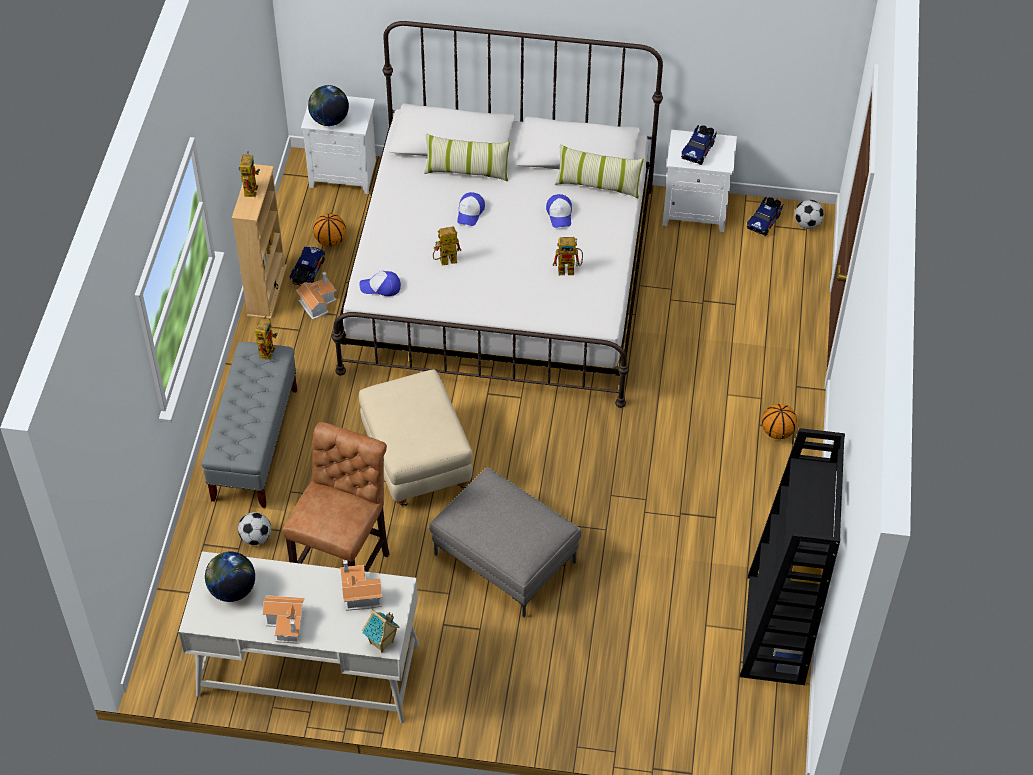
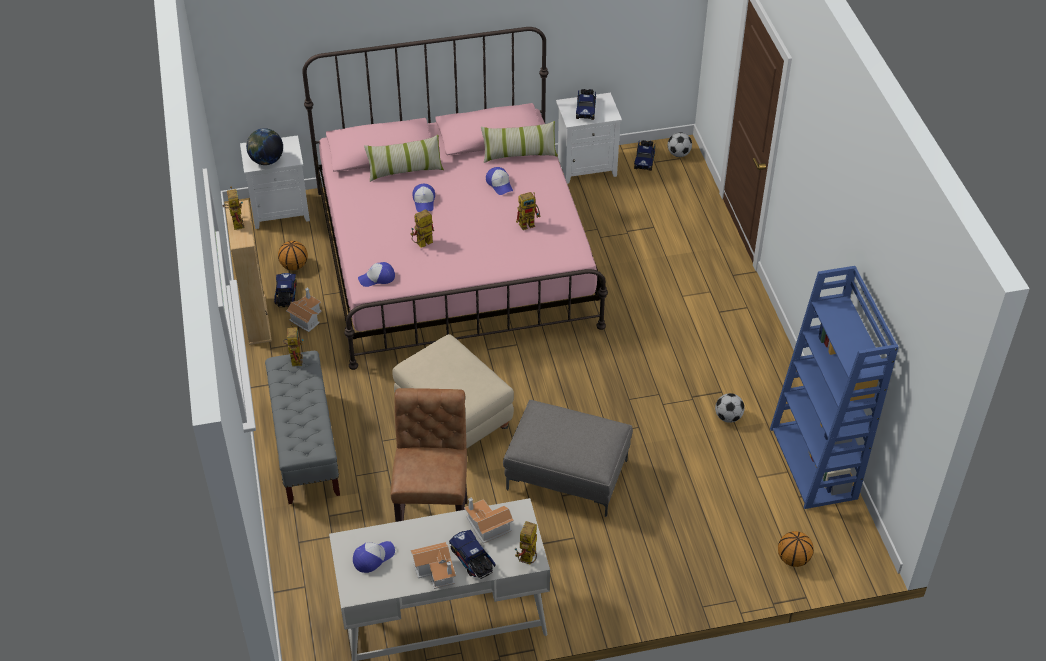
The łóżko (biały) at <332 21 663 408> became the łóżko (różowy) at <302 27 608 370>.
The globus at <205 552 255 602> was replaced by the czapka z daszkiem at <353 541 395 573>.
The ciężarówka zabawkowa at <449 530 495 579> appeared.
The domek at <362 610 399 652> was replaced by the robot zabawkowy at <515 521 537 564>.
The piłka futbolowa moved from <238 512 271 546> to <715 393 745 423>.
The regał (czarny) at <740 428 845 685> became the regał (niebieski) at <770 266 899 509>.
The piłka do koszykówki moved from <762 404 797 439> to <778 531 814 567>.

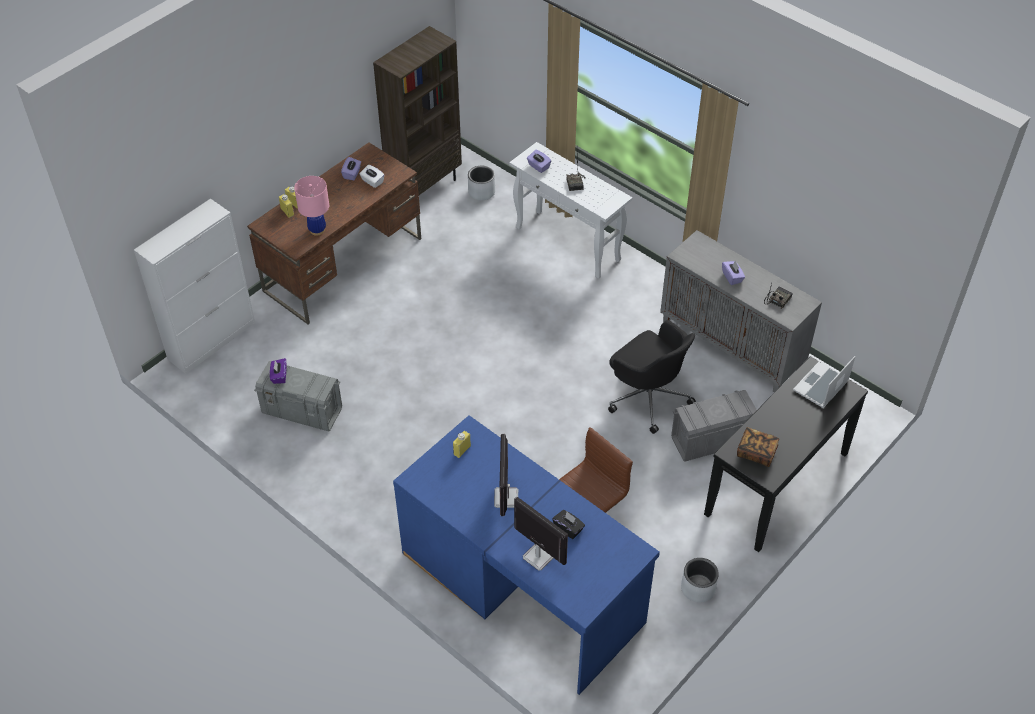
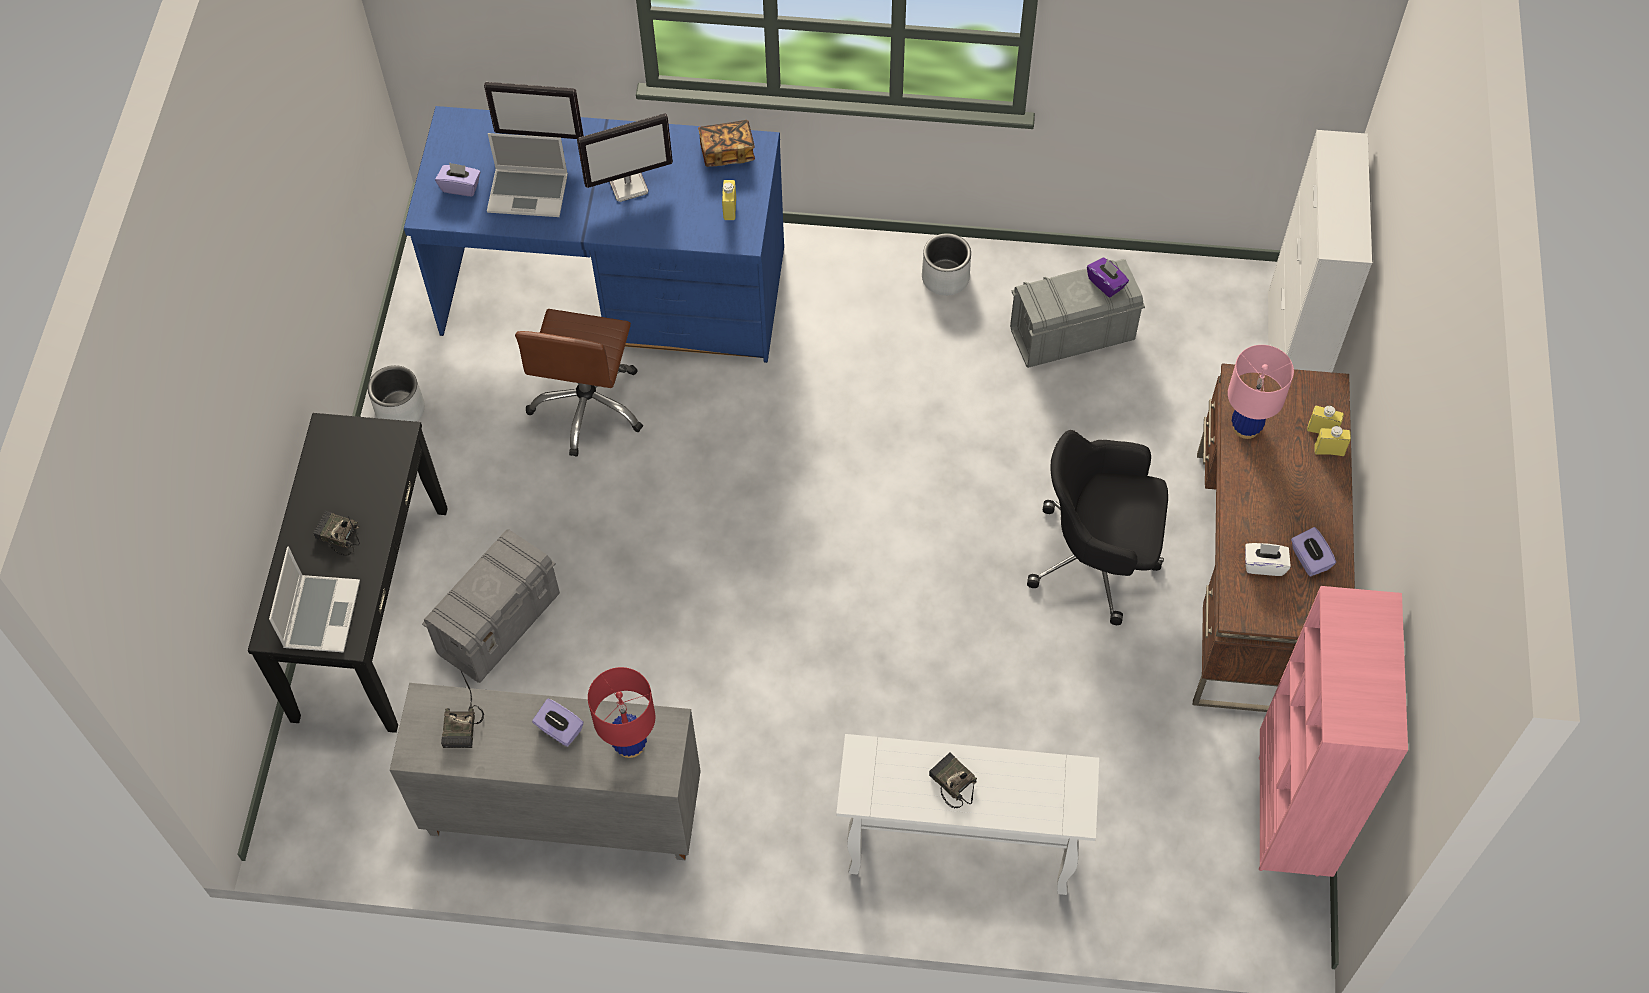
The radio at <313 511 360 556> appeared.
The pudełko chusteczek (fioletowy) moved from <527 150 551 173> to <435 162 480 196>.
The pudełko chusteczek (czarny) at <552 510 585 539> was replaced by the laptop at <487 133 568 217>.
The monitor at <494 434 518 516> turned 105 degrees clockwise.
The lampa stołowa (czerwony) at <588 667 655 758> appeared.
The książka moved from <737 427 779 467> to <698 120 755 167>.
The donica (szary) moved from <468 166 495 201> to <922 233 971 296>.
The krzesło biurowe (czarny) moved from <608 320 696 434> to <1027 430 1168 625>.
The regał (brązowy) at <373 26 462 195> became the regał (różowy) at <1259 586 1408 877>.

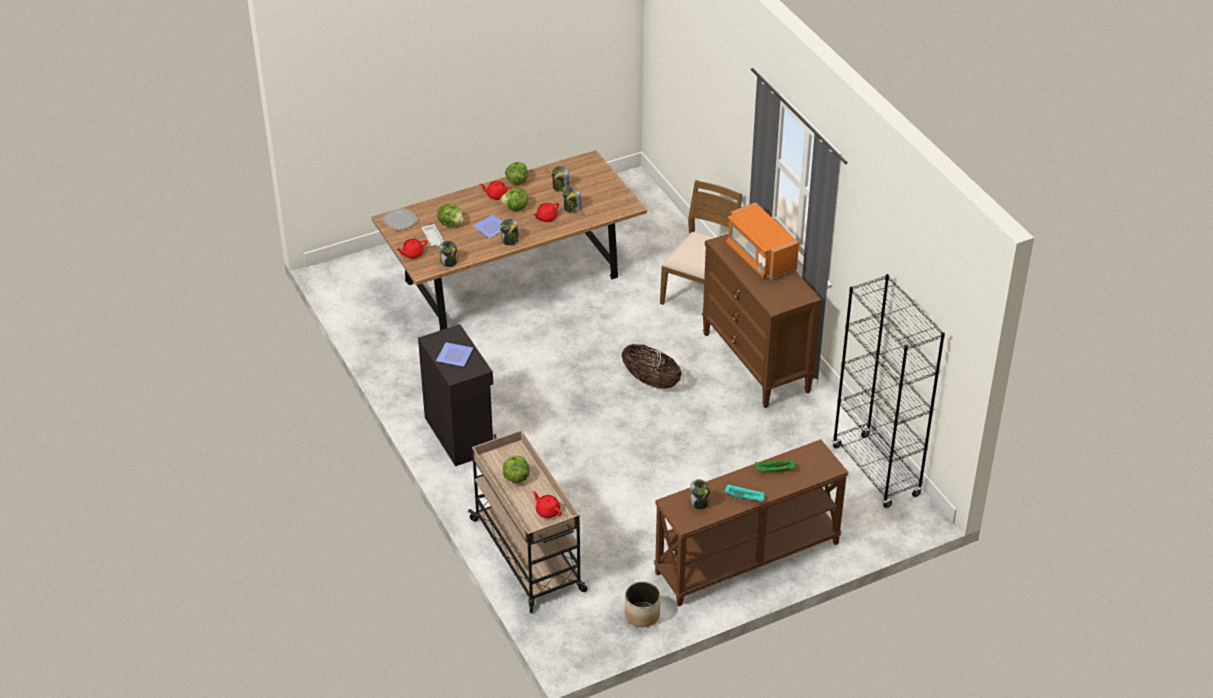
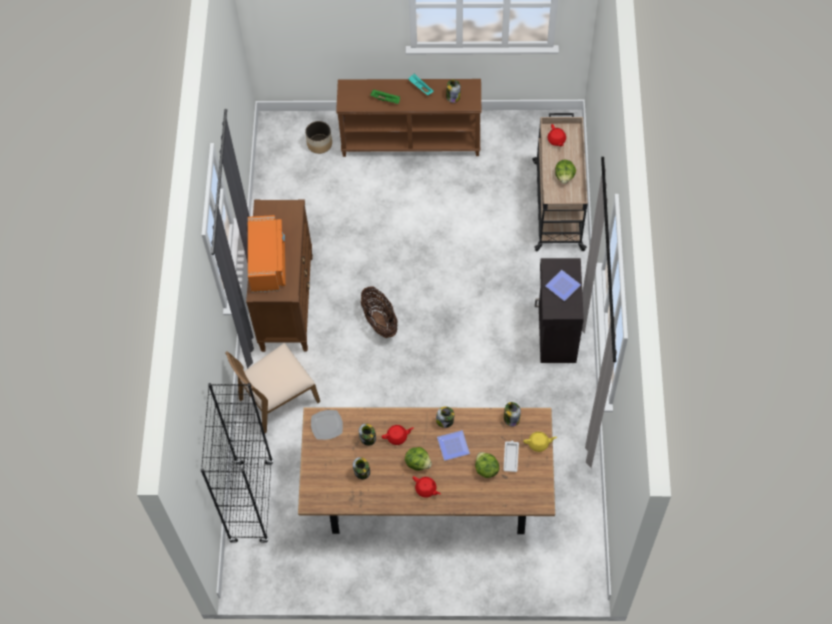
The regał (czarny) moved from <832 274 945 508> to <201 383 274 543>.
The donica moved from <625 582 660 627> to <305 121 332 154>.
The talerz moved from <382 208 418 231> to <311 410 343 440>.
The imbryk (czerwony) at <396 239 427 259> became the imbryk (żółty) at <523 432 557 452>.
The sałata at <505 162 528 185> disappeared.

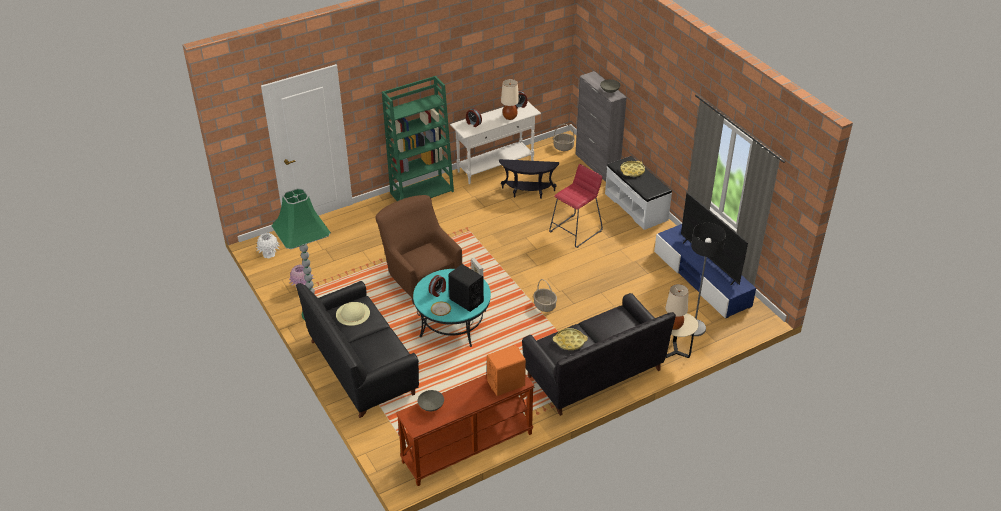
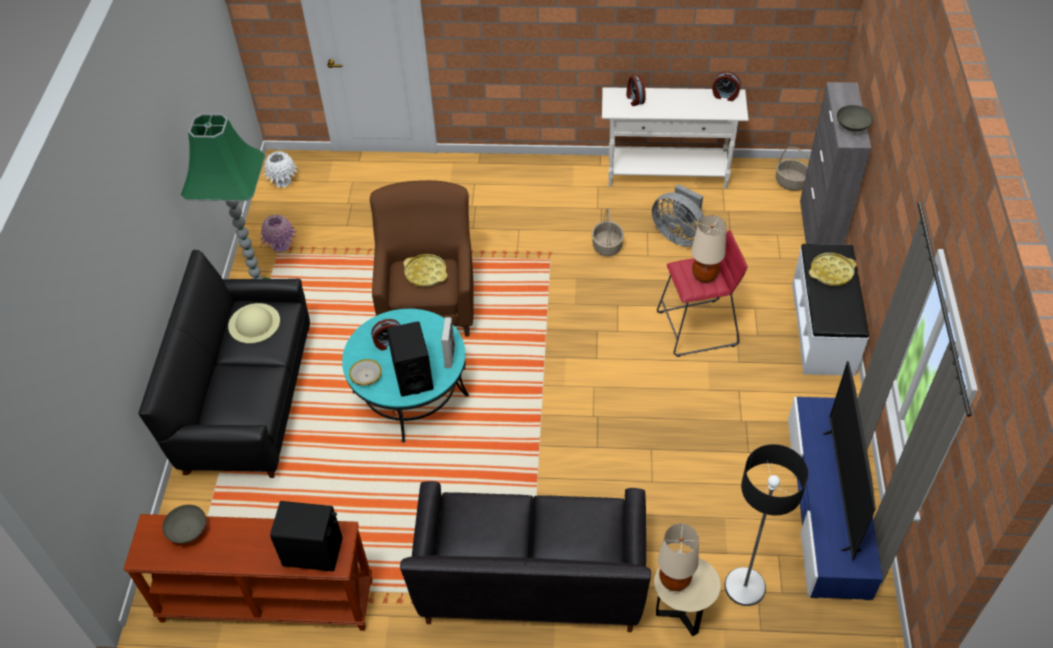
The głośnik (pomarańczowy) at <487 345 526 396> became the głośnik (czarny) at <270 501 342 572>.
The taca (żółty) moved from <553 328 588 350> to <403 254 448 287>.
The koszyk moved from <533 279 557 312> to <592 208 624 257>.
The stolik (czarny) at <499 159 559 199> was replaced by the wentylator (szary) at <652 184 705 247>.
The lampa stołowa (beżowy) moved from <501 79 519 120> to <691 215 726 283>.
The regał (zielony) at <382 76 454 201> disappeared.

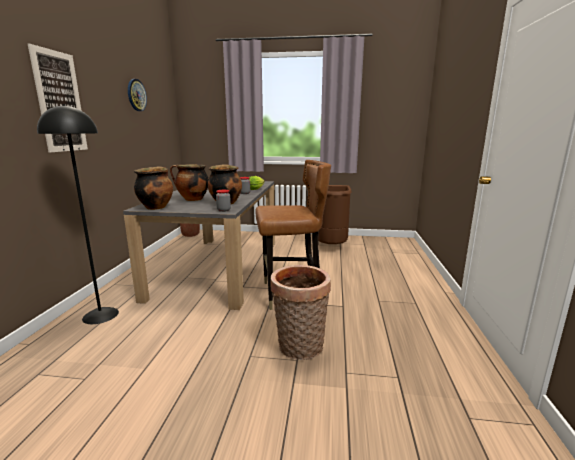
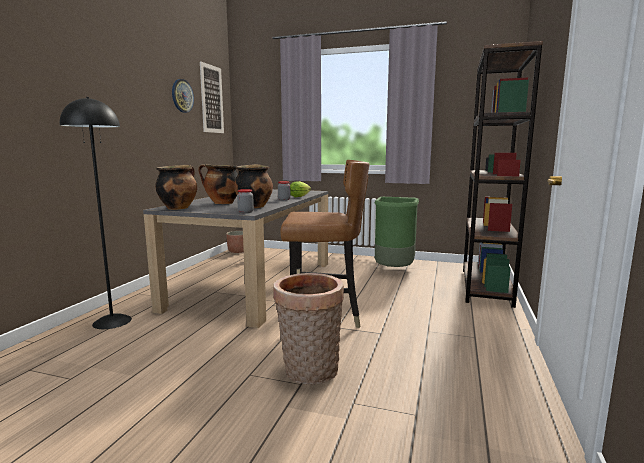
The obraz moved from <27 43 88 153> to <200 61 224 133>.
The kosz na śmieci (brązowy) at <318 185 352 244> became the kosz na śmieci (zielony) at <374 197 419 267>.
The regał (brązowy) at <463 41 543 308> appeared.

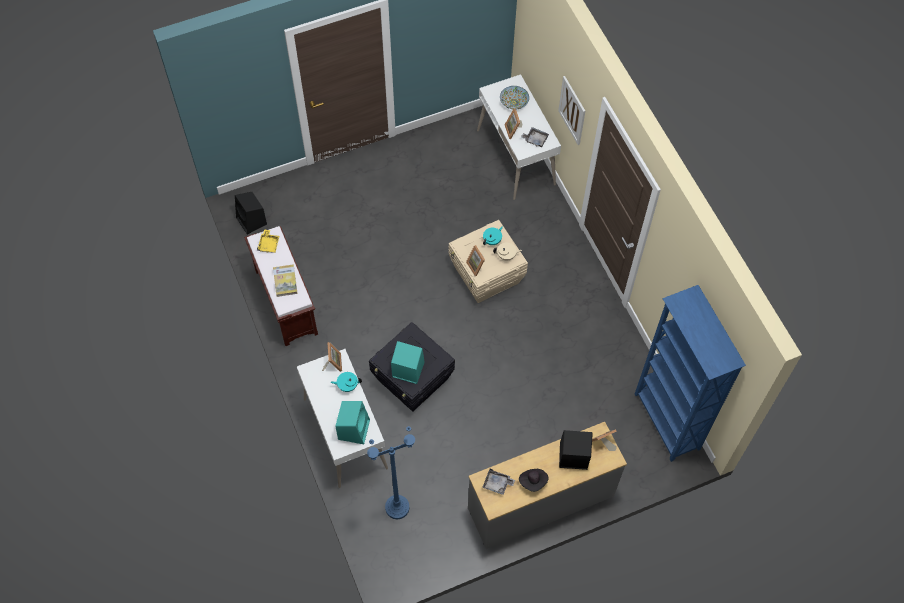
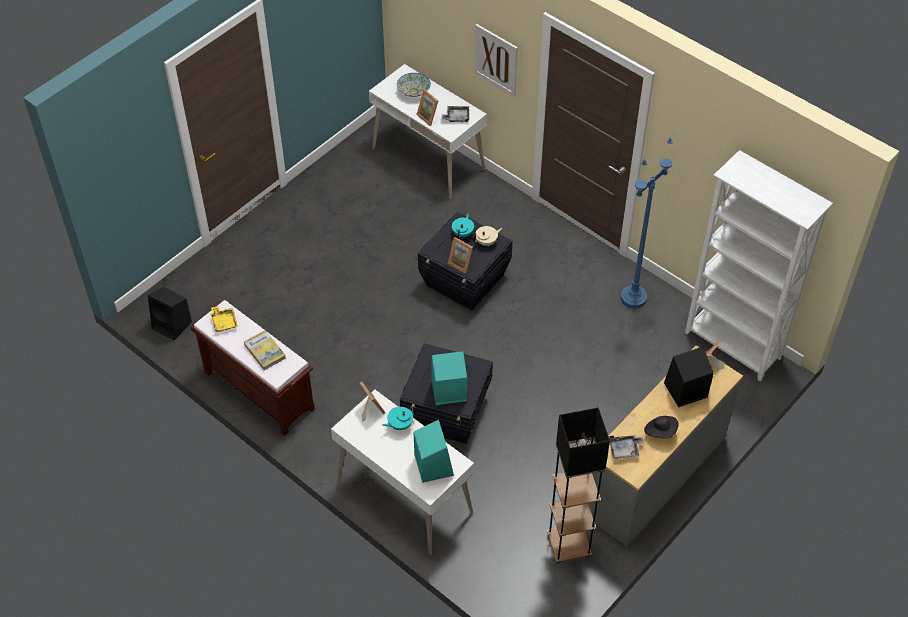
The pojemnik do przechowywania (beżowy) at <449 220 528 303> became the pojemnik do przechowywania (czarny) at <418 212 513 311>.
The lampa stojąca (czarny) at <547 408 610 563> appeared.
The lampa stojąca (niebieski) moved from <367 426 415 519> to <621 137 672 308>.
The regał (niebieski) at <635 285 746 462> became the regał (biały) at <685 150 833 381>.

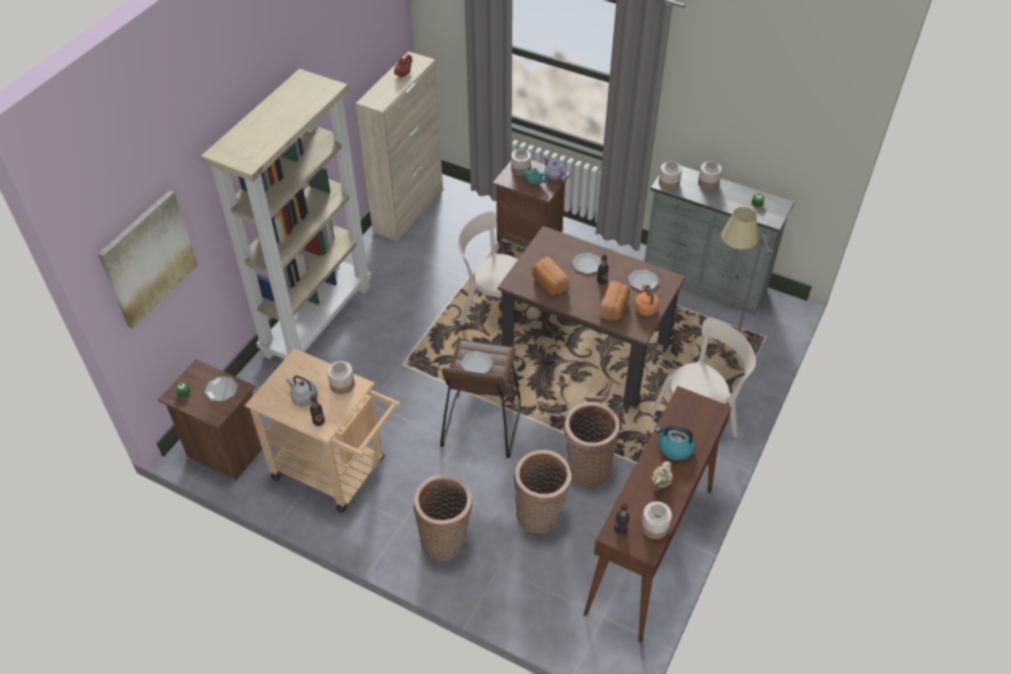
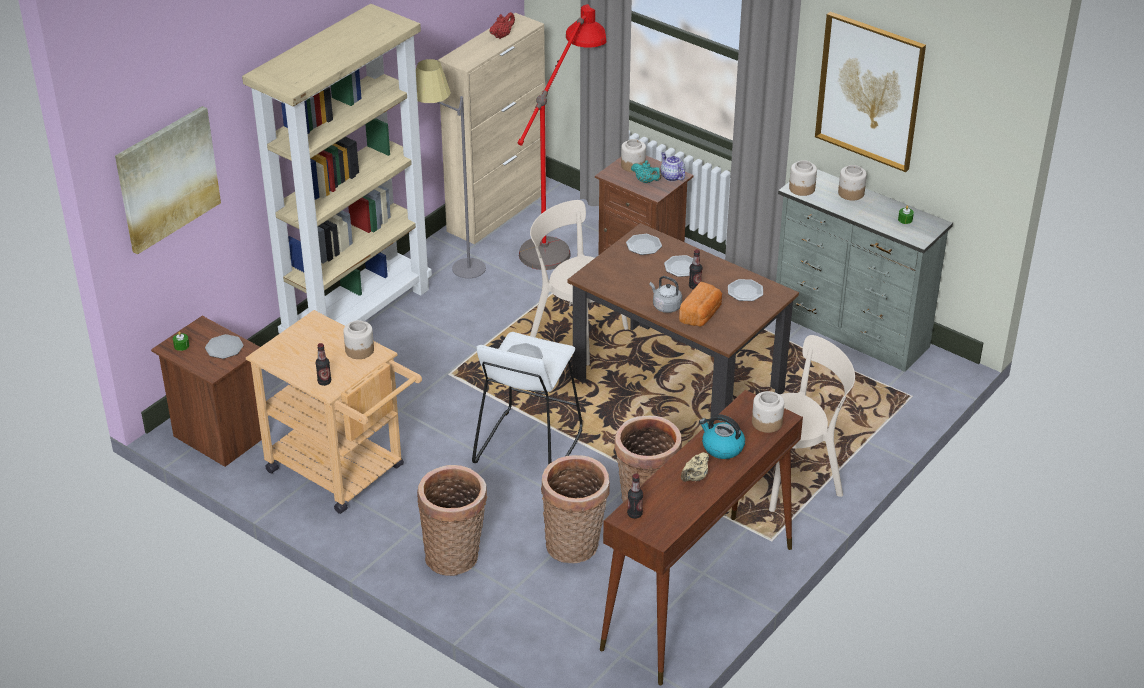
The lampa stojąca (szary) moved from <721 207 773 361> to <416 59 486 279>.
The stołek (brązowy) at <440 340 521 458> became the stołek (biały) at <472 332 583 465>.
The lampa stojąca (czerwony) at <517 4 606 270> appeared.
The talerz at <626 234 662 255> appeared.
The czajnik (szary) moved from <286 376 318 407> to <650 276 682 313>.
The słoik moved from <641 501 672 539> to <752 391 784 433>.
The obraz at <815 12 926 172> appeared.
The chleb at <532 257 570 295> disappeared.
The czajnik (pomarańczowy) at <634 284 659 316> disappeared.

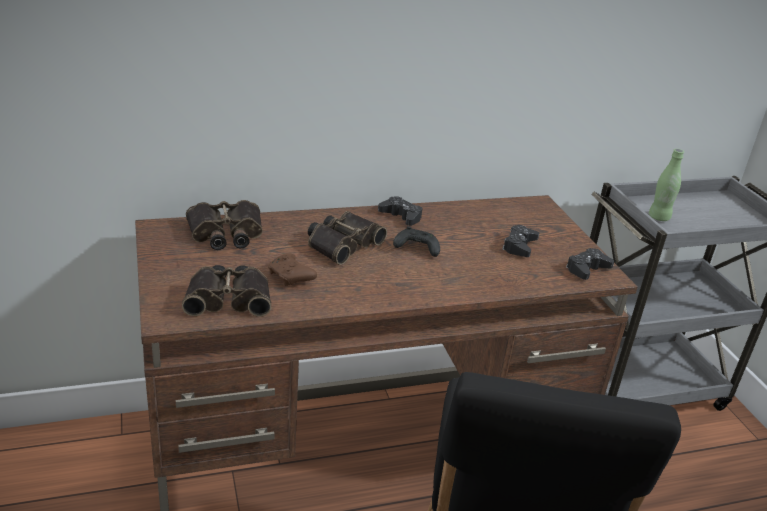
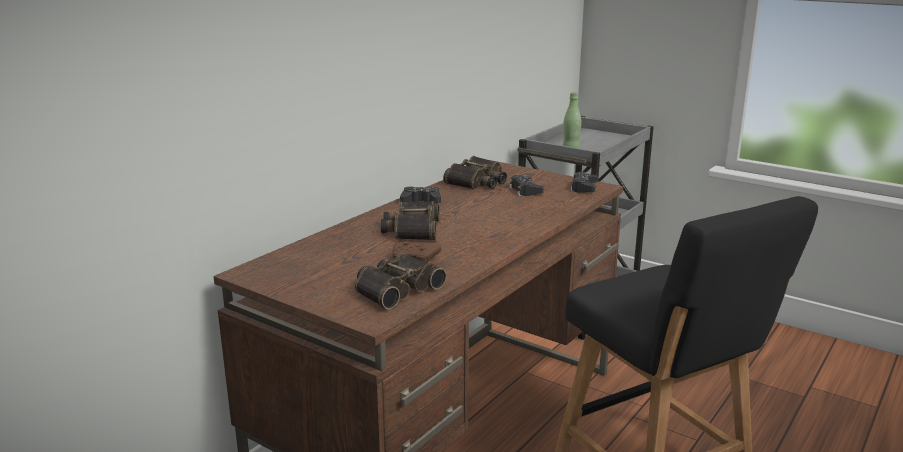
The lornetka moved from <186 200 263 250> to <443 156 507 189>.
The pad do gier (czarny) at <393 226 440 257> disappeared.

